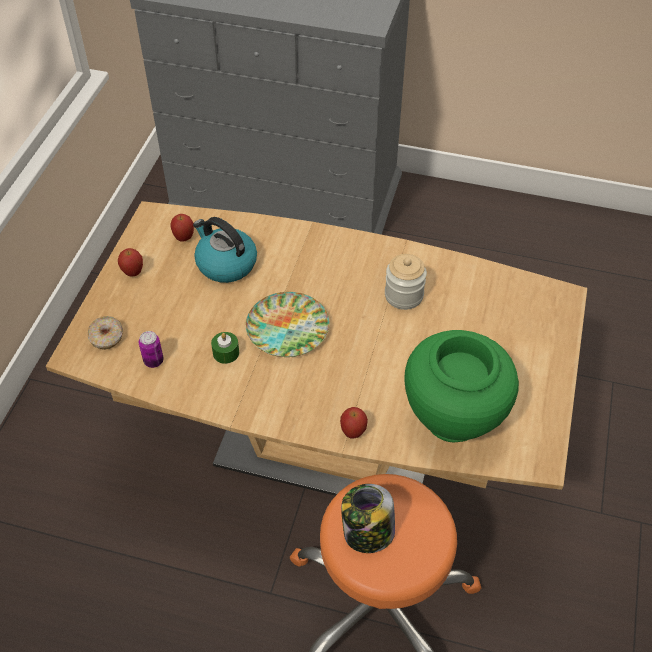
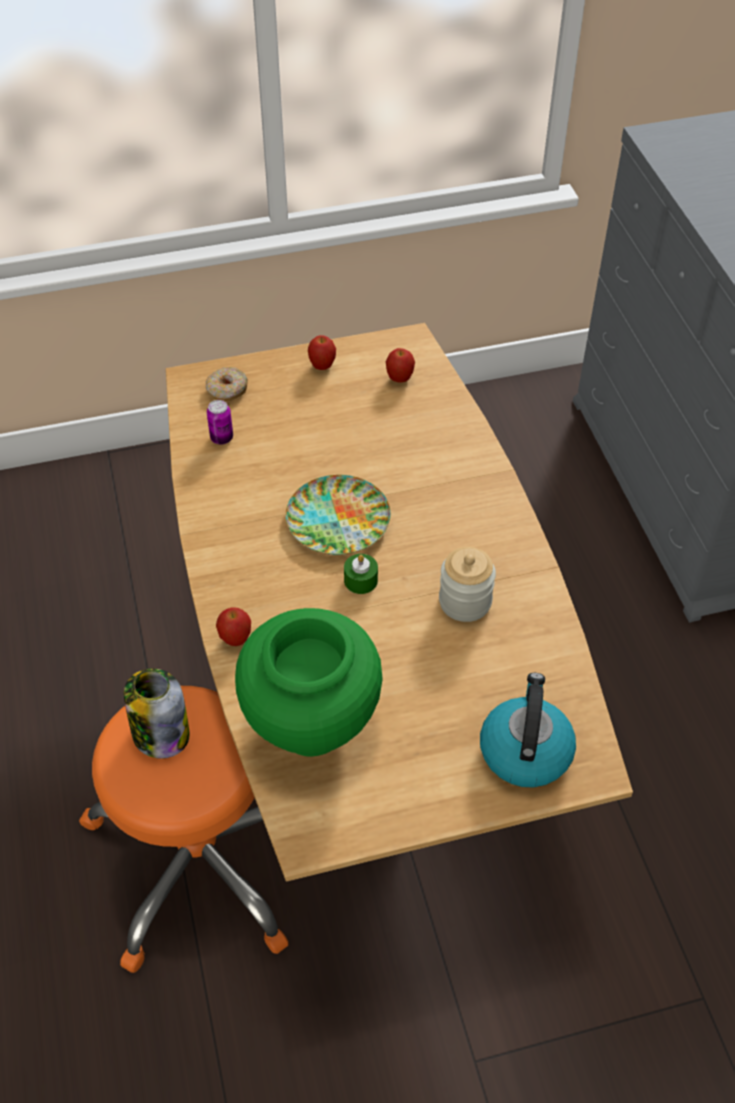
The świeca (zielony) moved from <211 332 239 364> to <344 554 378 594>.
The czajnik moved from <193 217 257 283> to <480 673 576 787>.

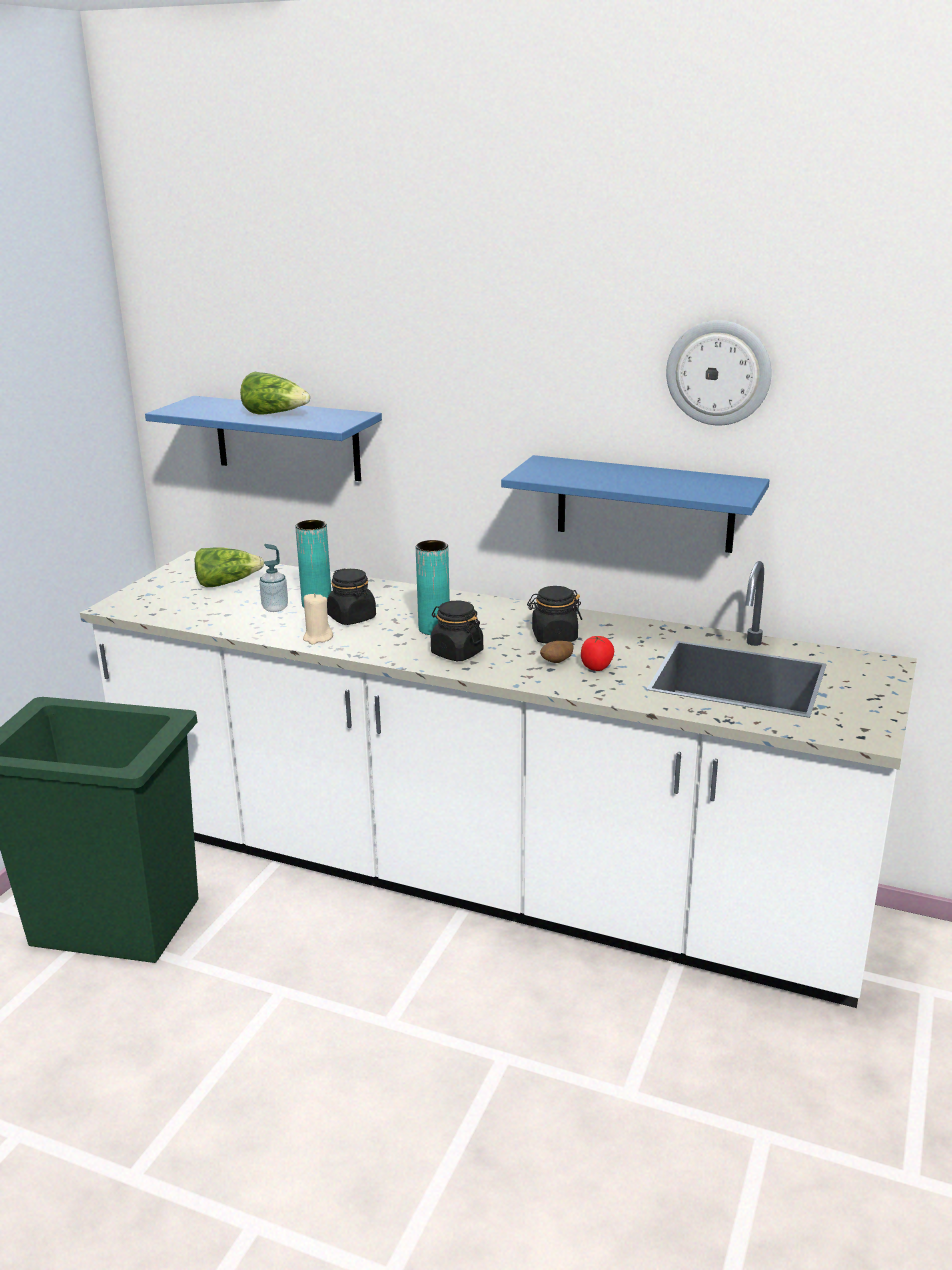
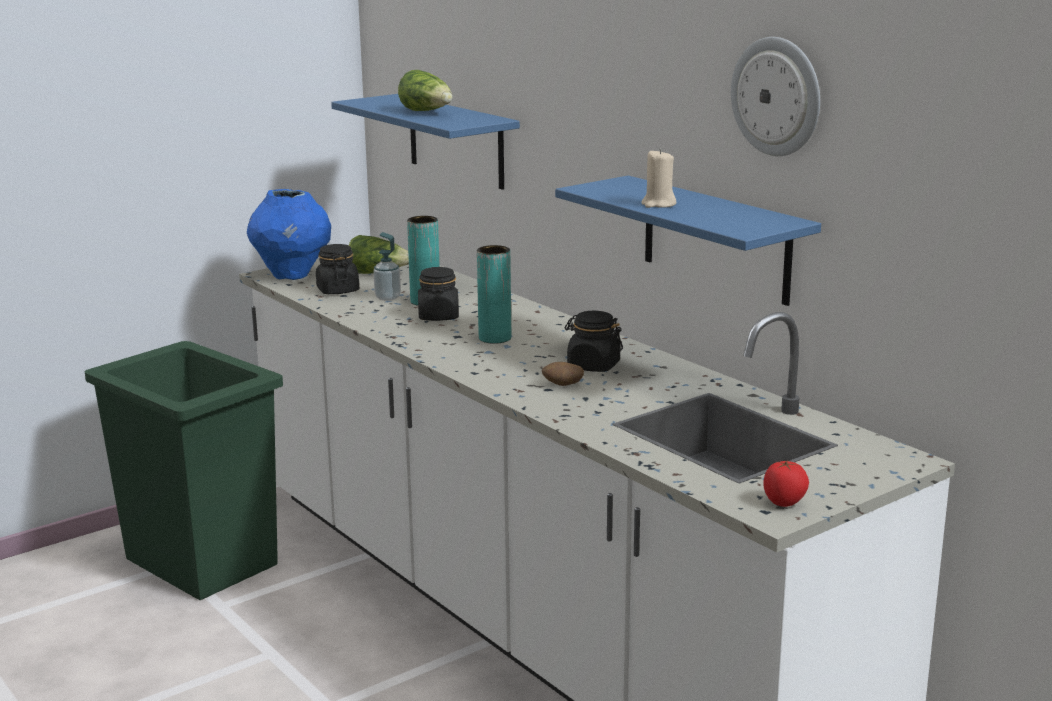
The wazon (niebieski) at <247 189 331 280> appeared.
The słoik (czarny) moved from <431 601 483 661> to <316 244 359 294>.
The świeca (beżowy) moved from <303 593 333 644> to <641 149 676 208>.
The pomidor moved from <581 636 614 671> to <763 460 809 507>.

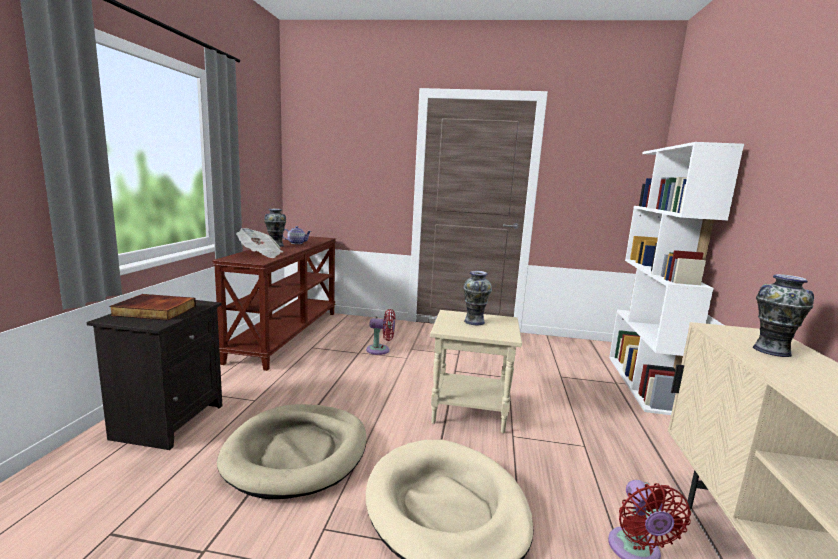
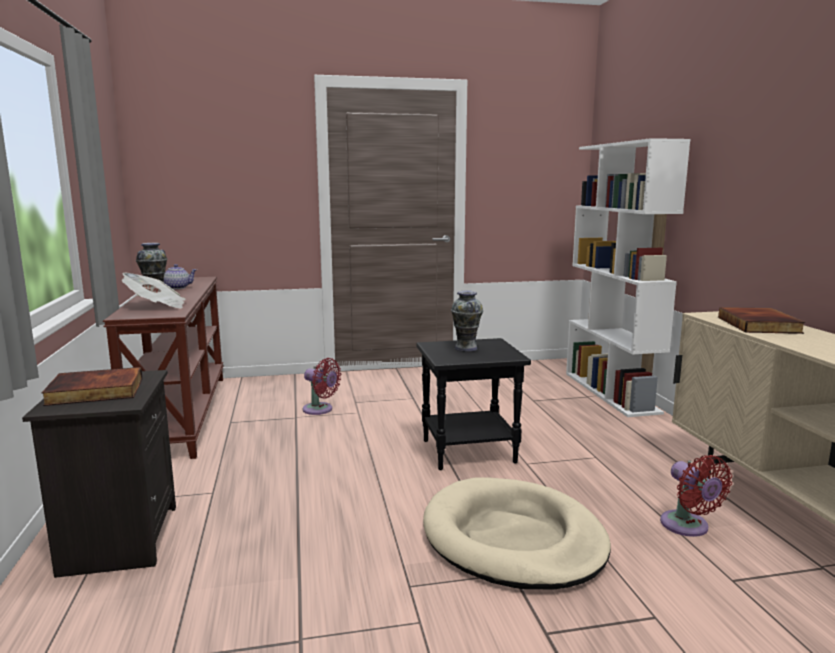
The wentylator (czerwony) at <366 309 395 355> turned 45 degrees clockwise.
The stolik (beżowy) at <430 310 522 433> became the stolik (czarny) at <416 338 531 470>.
The wazon at <753 274 814 357> was replaced by the książka at <718 307 805 334>.
The legowisko (beżowy) at <217 404 367 499> disappeared.

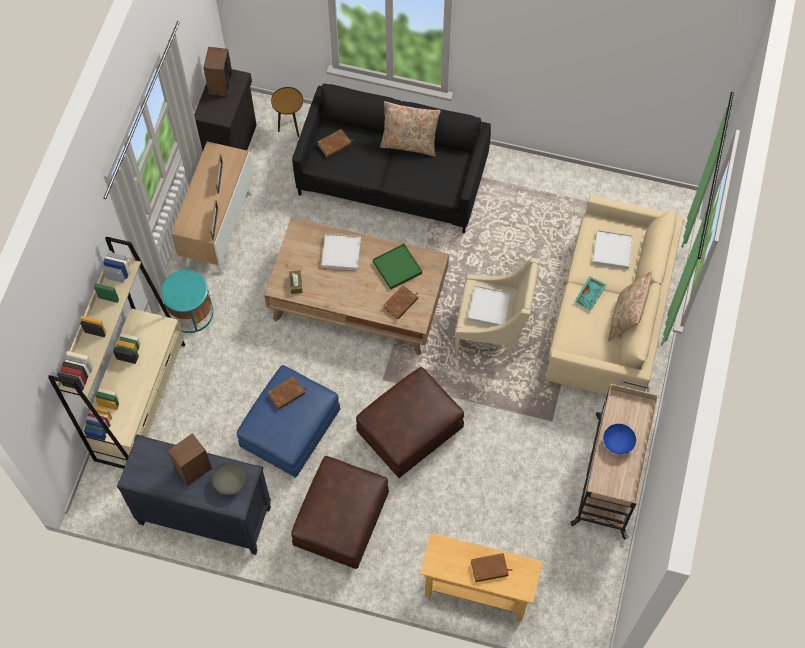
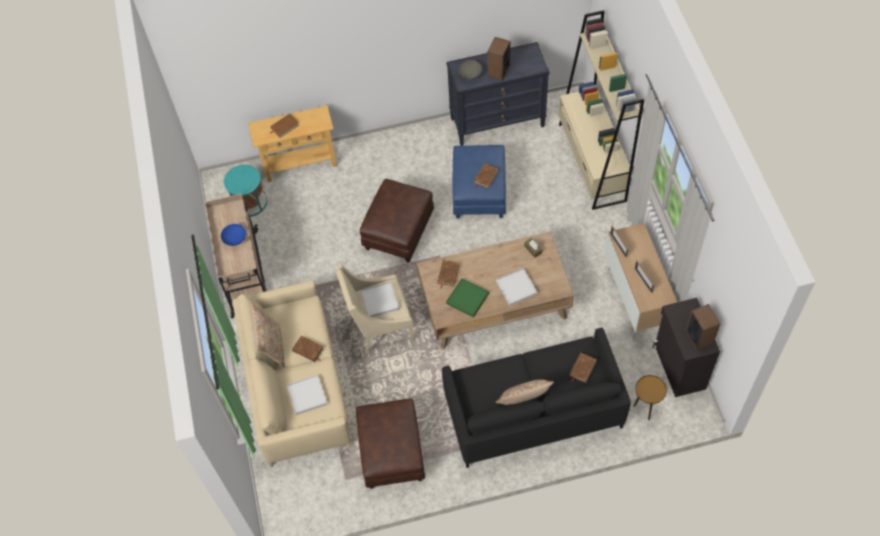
The stolik (turkusowy) moved from <161 270 213 333> to <224 165 267 217>.
The taca (turkusowy) at <574 276 606 311> was replaced by the książka (brązowy) at <292 336 324 362>.
The pufa (brązowy) moved from <291 456 389 569> to <356 398 425 489>.

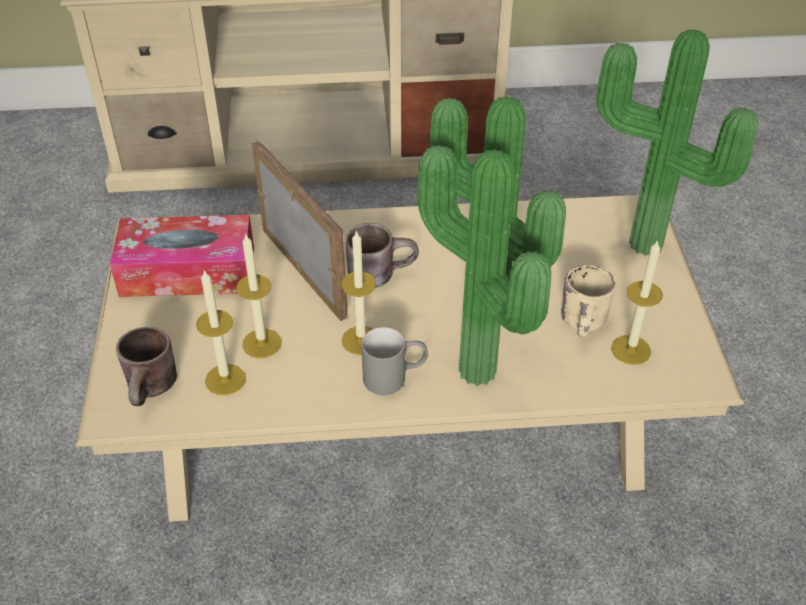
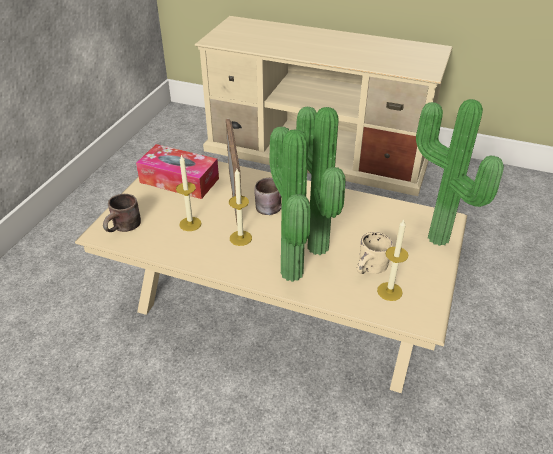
The świeca at <196 270 246 395> disappeared.
The kubek (szary) at <361 327 428 395> disappeared.

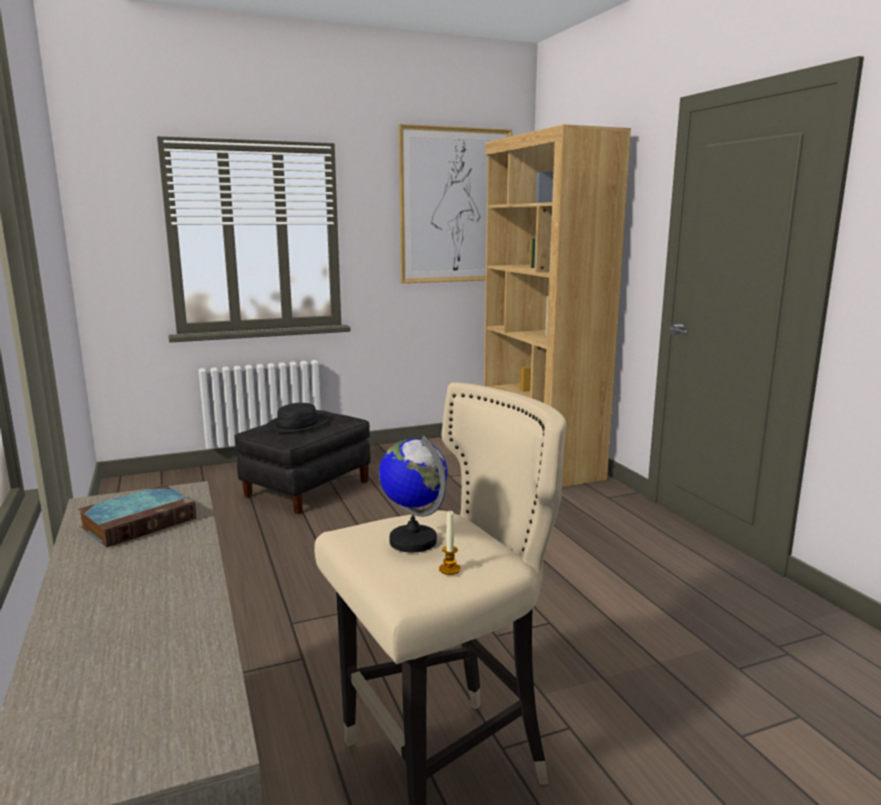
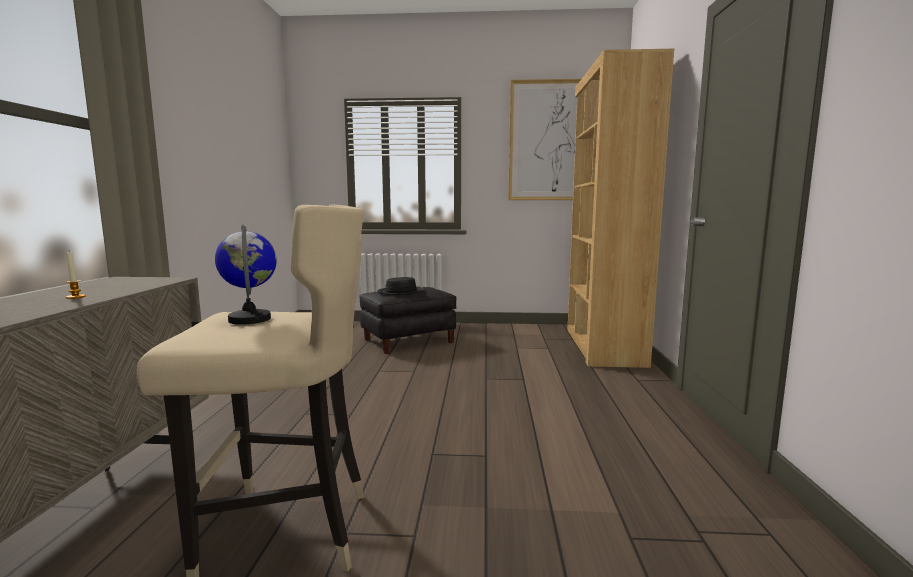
The świeca moved from <439 511 461 575> to <66 252 86 299>.
The książka at <78 485 196 548> disappeared.

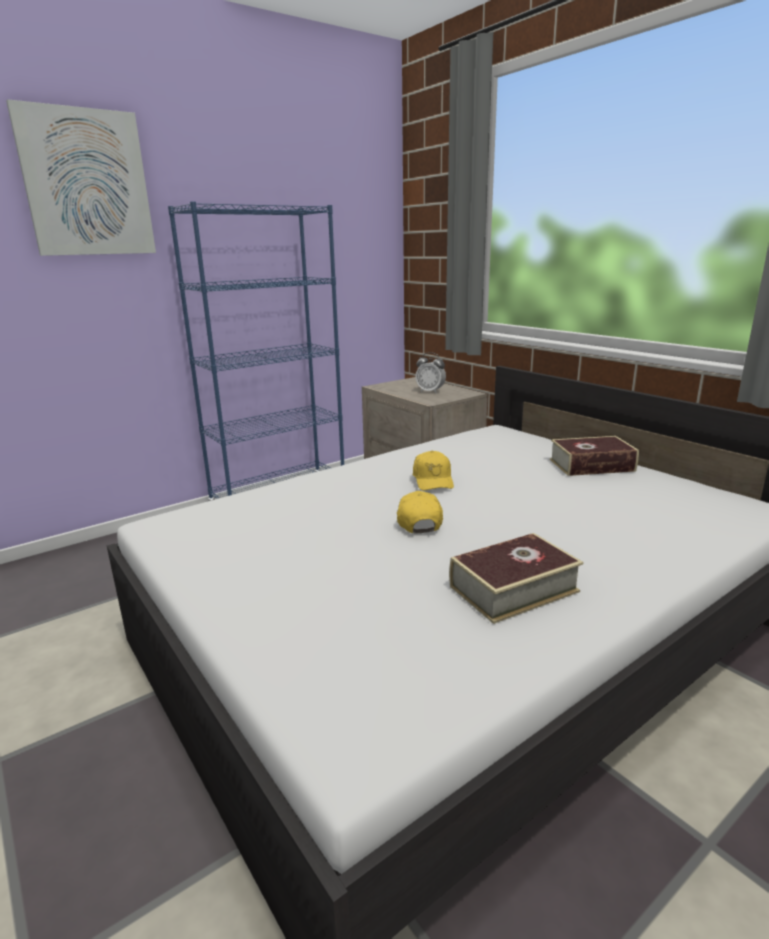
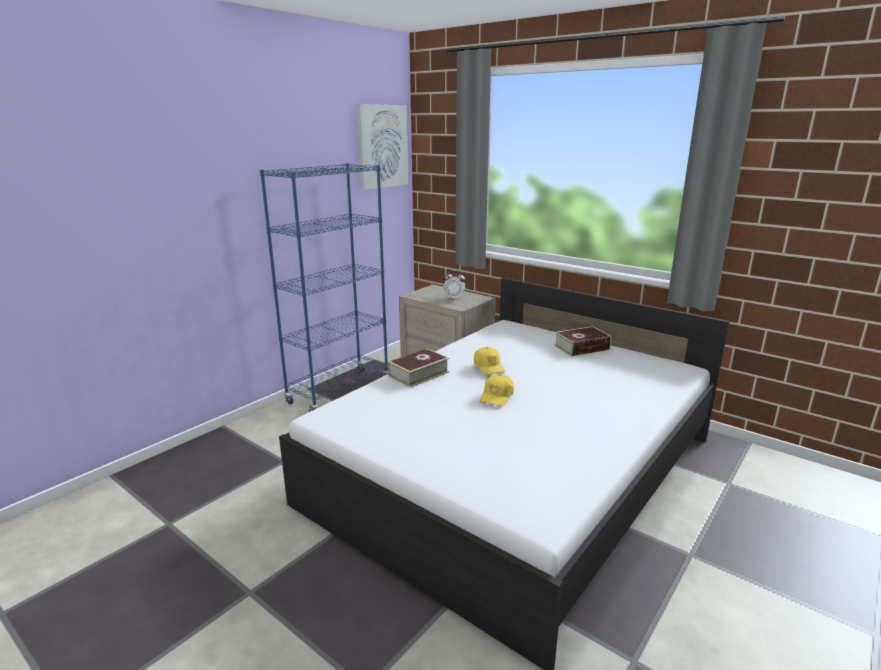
The obraz moved from <6 99 156 256> to <356 104 409 190>.
The książka moved from <449 533 584 624> to <388 348 449 387>.
The czapka z daszkiem (żółty) at <397 491 443 533> turned 135 degrees counterclockwise.

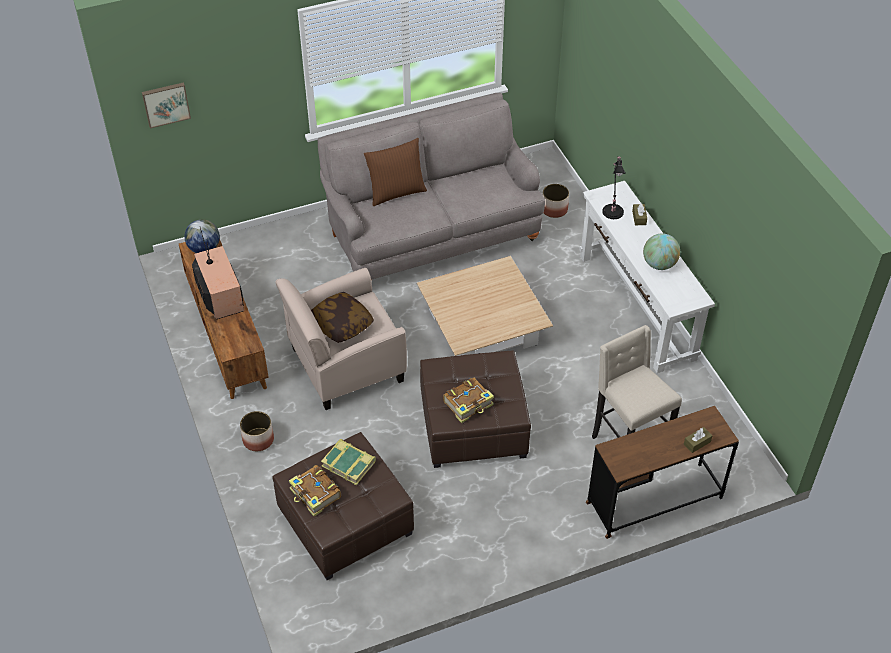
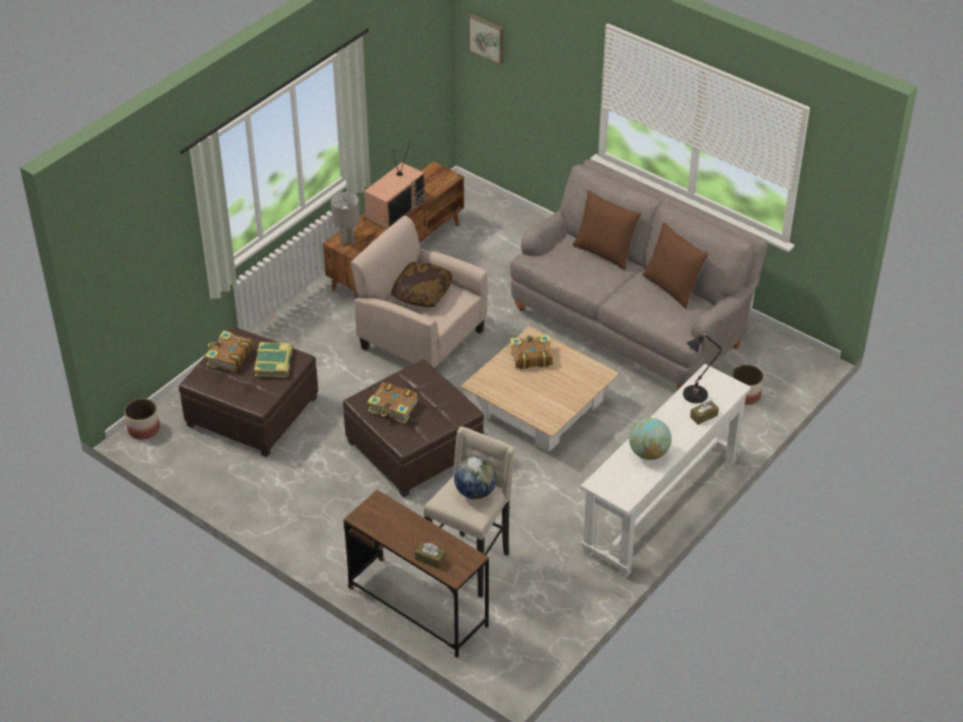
The donica moved from <240 411 274 451> to <124 398 160 440>.
The lampa stołowa (szary) at <331 192 360 245> appeared.
The globus moved from <184 219 220 253> to <454 456 497 499>.
The książka at <510 335 553 369> appeared.
The poduszka (brązowy) at <642 222 709 309> appeared.

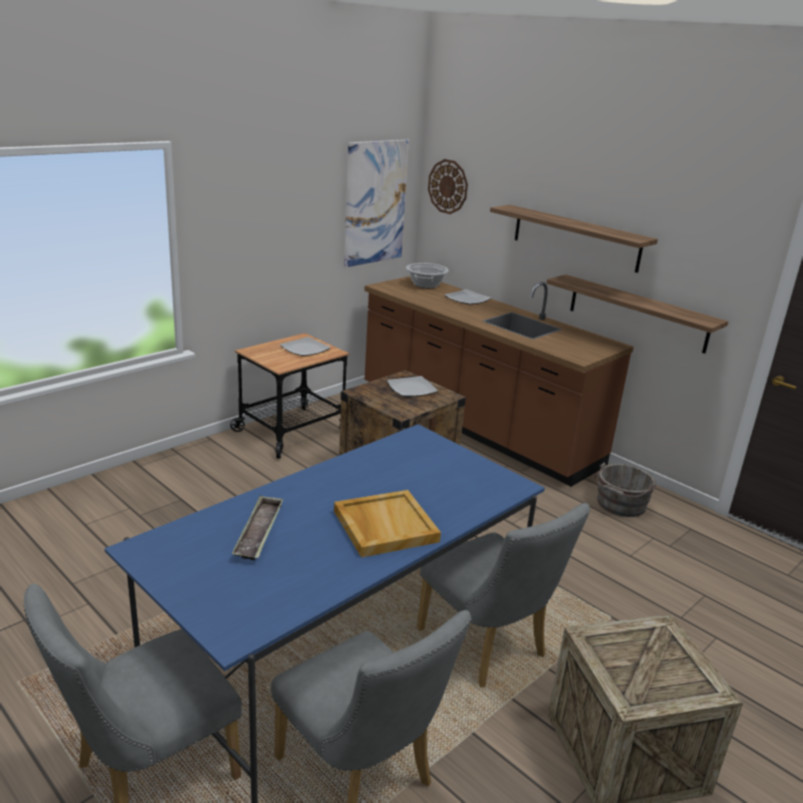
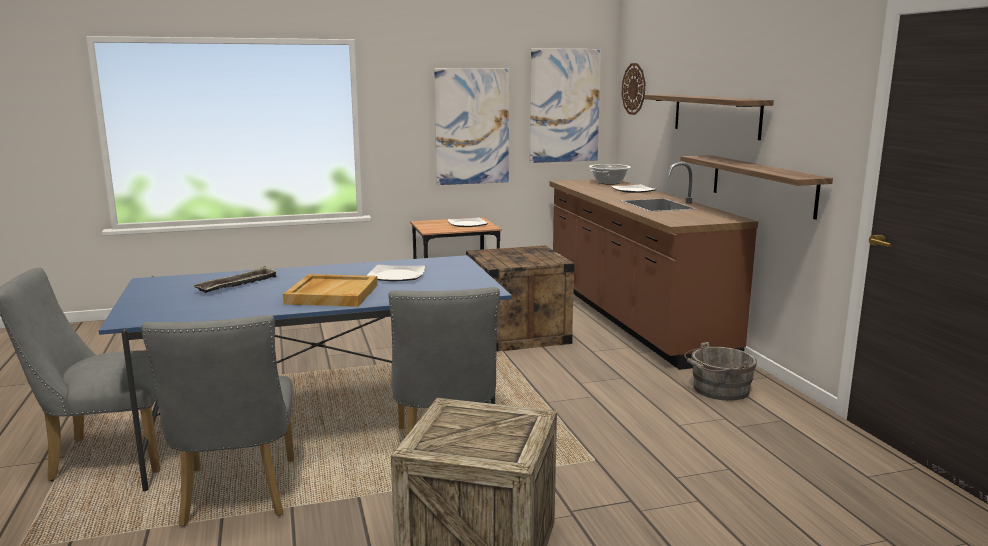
The talerz moved from <387 376 438 397> to <367 265 425 281>.
The obraz at <434 68 509 185> appeared.

